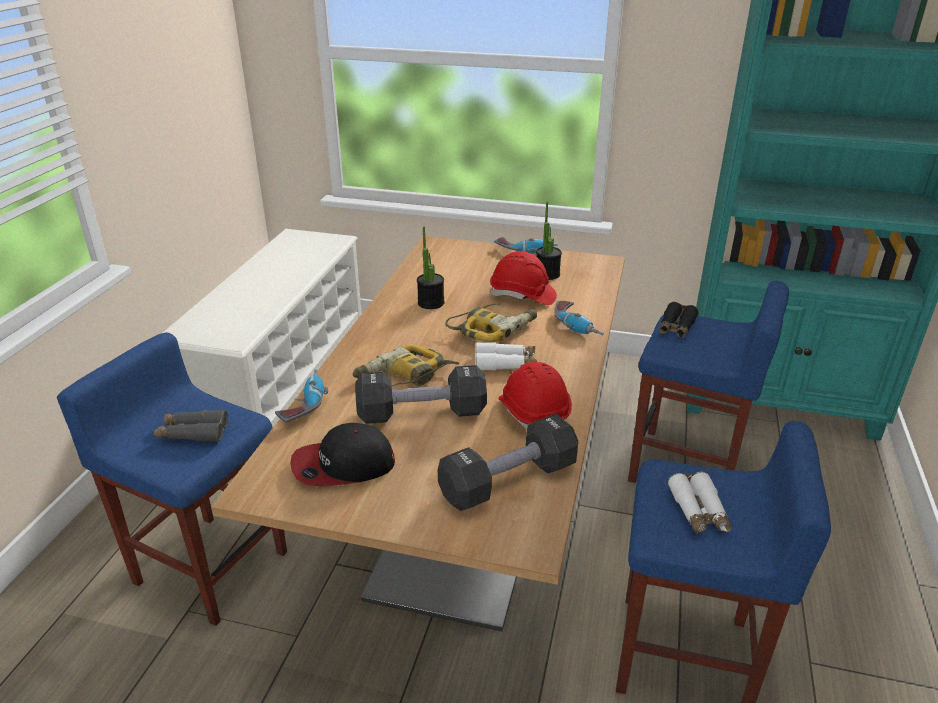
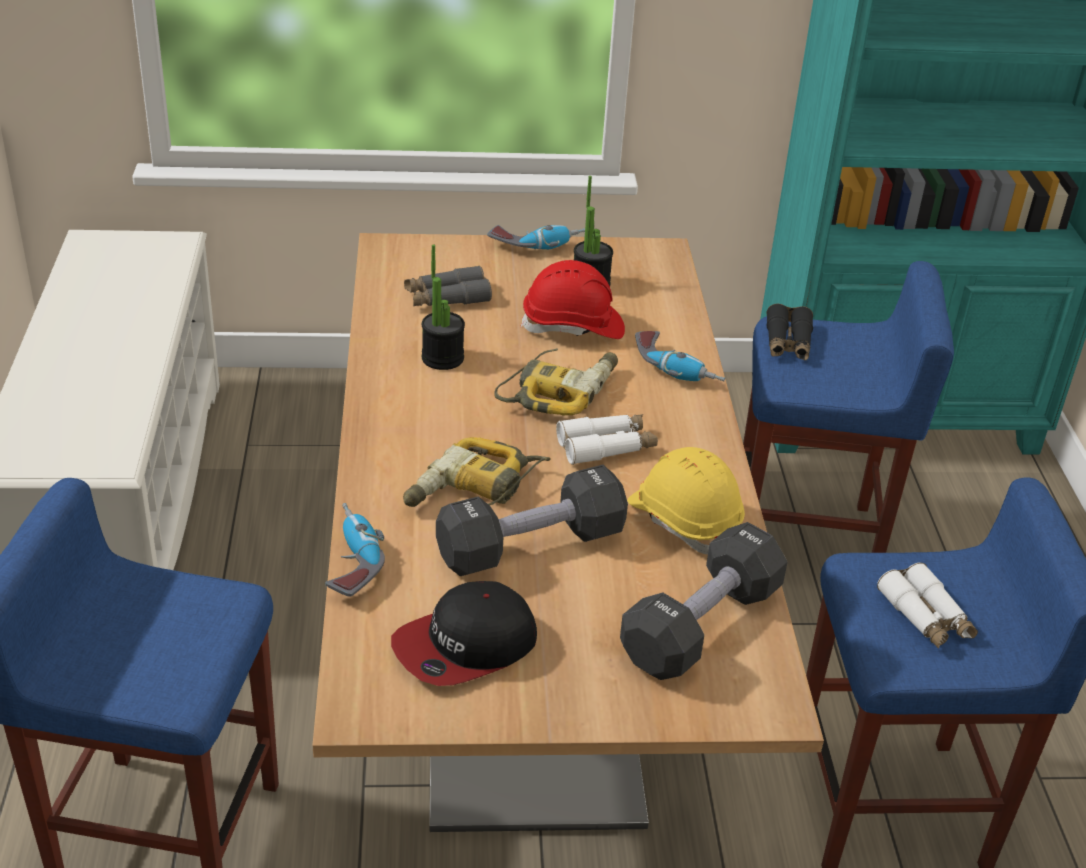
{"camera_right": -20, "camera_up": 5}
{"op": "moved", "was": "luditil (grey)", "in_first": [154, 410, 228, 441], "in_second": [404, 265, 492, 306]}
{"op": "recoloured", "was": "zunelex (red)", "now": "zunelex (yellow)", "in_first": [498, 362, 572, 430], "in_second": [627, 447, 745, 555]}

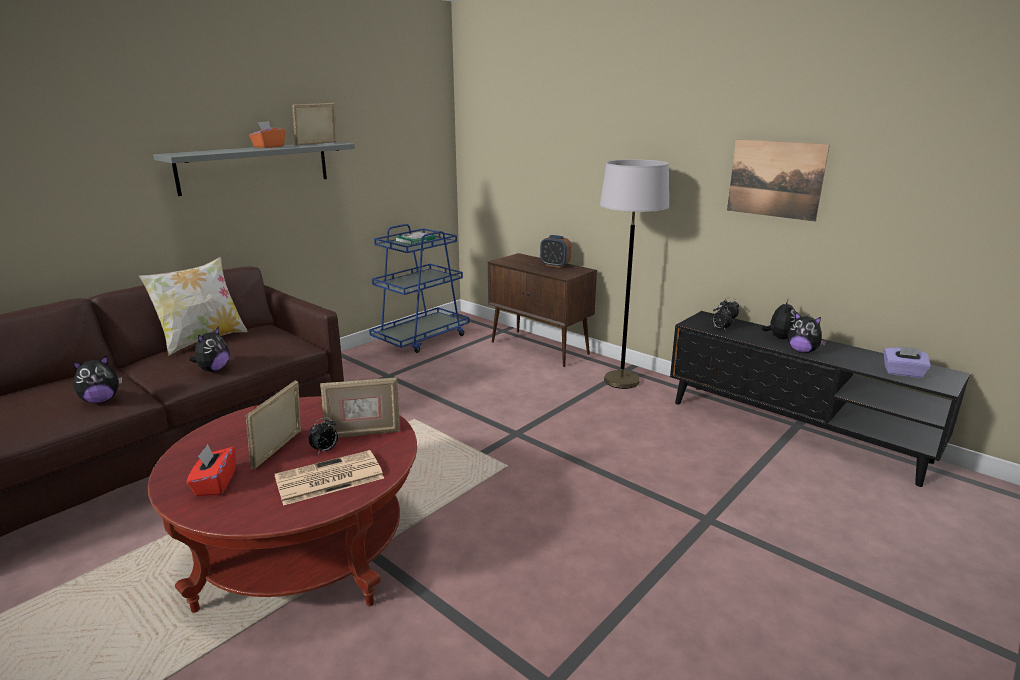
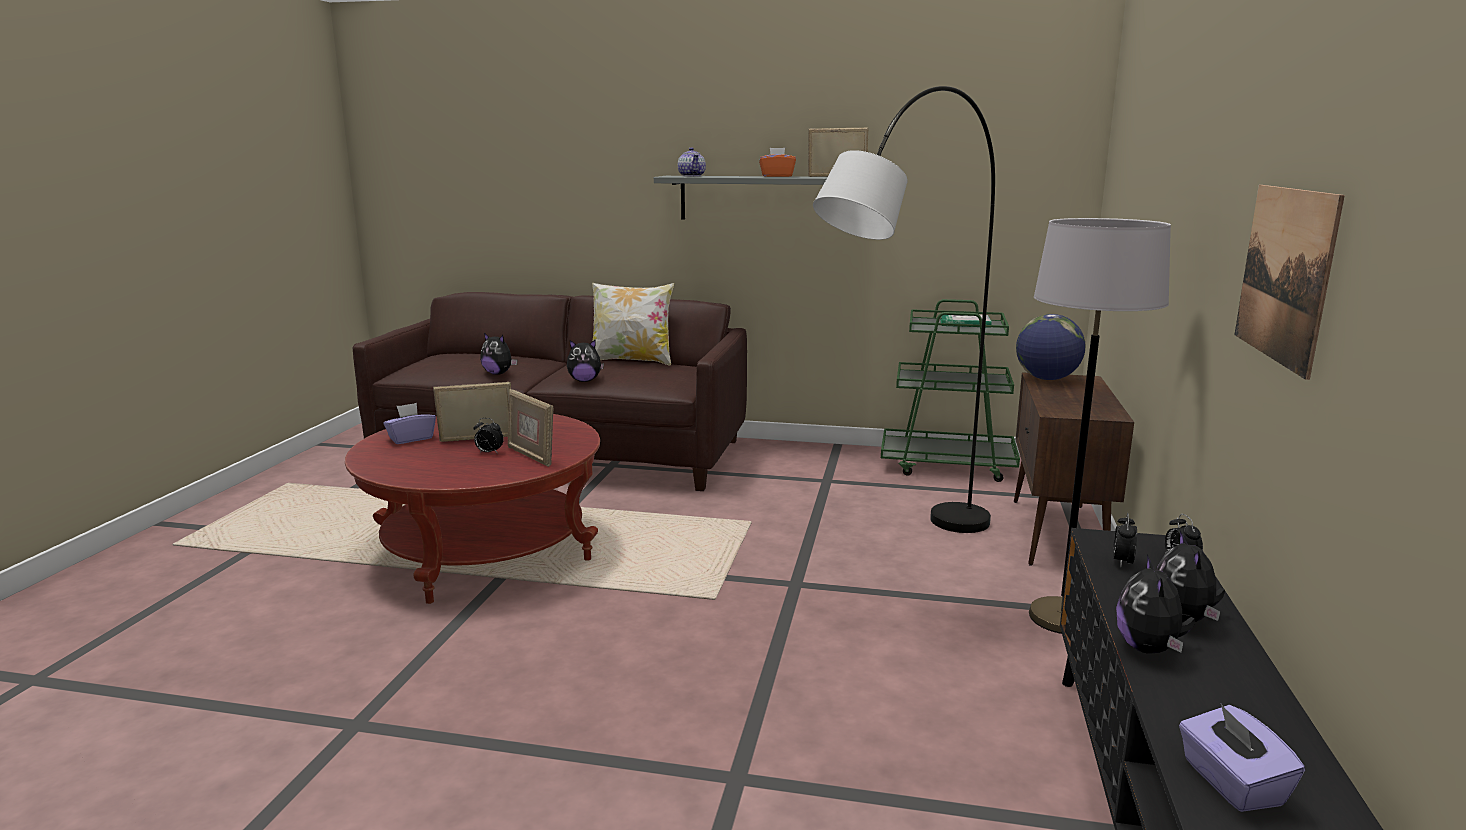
{"camera_right": 60, "camera_up": -5}
{"op": "removed", "was": "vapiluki", "in_first": [274, 450, 384, 506]}
{"op": "removed", "was": "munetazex", "in_first": [540, 235, 571, 268]}
{"op": "added", "now": "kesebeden", "in_second": [678, 148, 706, 177]}
{"op": "added", "now": "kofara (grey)", "in_second": [813, 86, 995, 533]}
{"op": "added", "now": "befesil", "in_second": [1016, 314, 1086, 380]}
{"op": "recoloured", "was": "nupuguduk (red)", "now": "nupuguduk (purple)", "in_first": [187, 444, 236, 496], "in_second": [383, 403, 436, 444]}
{"op": "recoloured", "was": "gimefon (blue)", "now": "gimefon (green)", "in_first": [369, 224, 470, 353], "in_second": [881, 299, 1020, 482]}
{"op": "turned", "was": "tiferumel", "in_first": [761, 300, 796, 339], "in_second": [1156, 530, 1225, 623], "clockwise": 105}

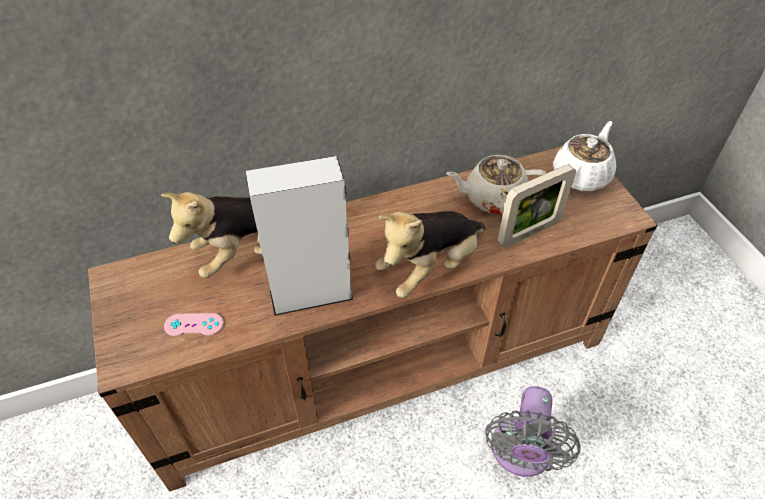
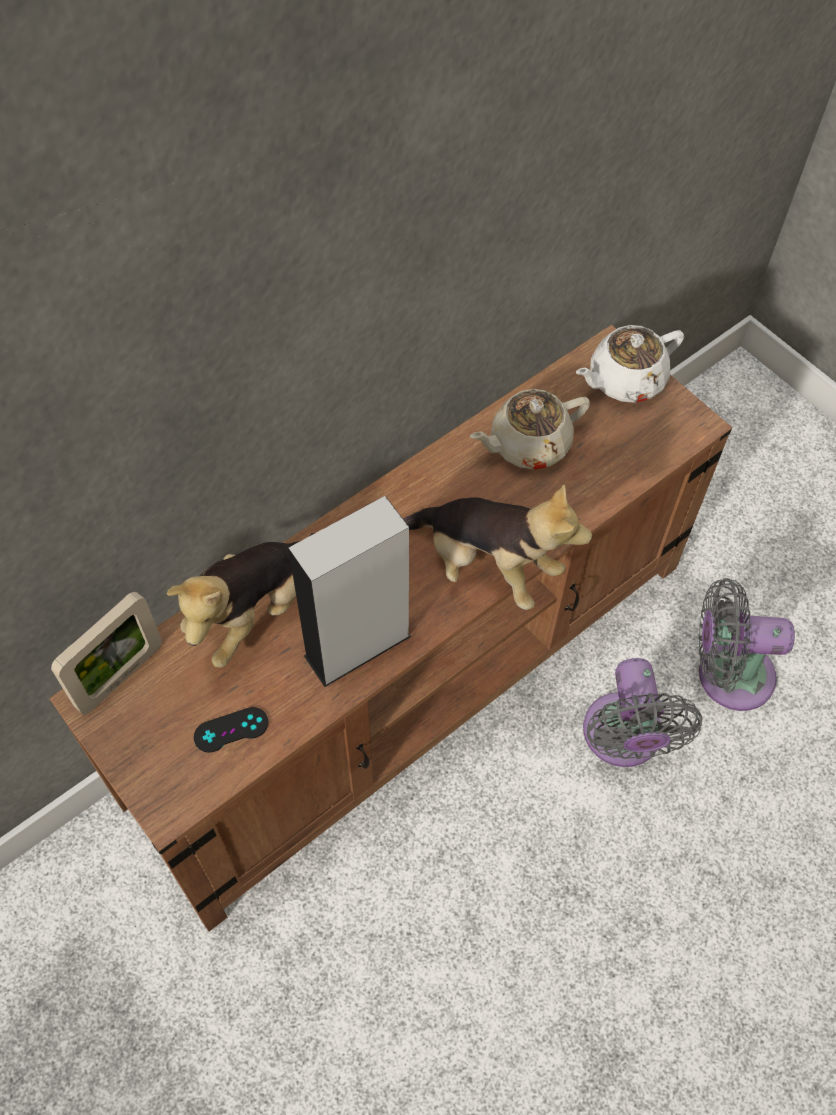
{"camera_right": -20, "camera_up": 10}
{"op": "added", "now": "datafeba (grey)", "in_second": [699, 578, 795, 711]}
{"op": "moved", "was": "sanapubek", "in_first": [498, 164, 576, 248], "in_second": [51, 591, 162, 715]}
{"op": "recoloured", "was": "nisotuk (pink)", "now": "nisotuk (black)", "in_first": [164, 313, 224, 336], "in_second": [194, 707, 268, 753]}
{"op": "turned", "was": "tiferumel", "in_first": [375, 211, 485, 298], "in_second": [403, 484, 592, 610], "clockwise": -90}
{"op": "turned", "was": "kesebeden (white)", "in_first": [553, 121, 616, 191], "in_second": [576, 325, 684, 403], "clockwise": -135}

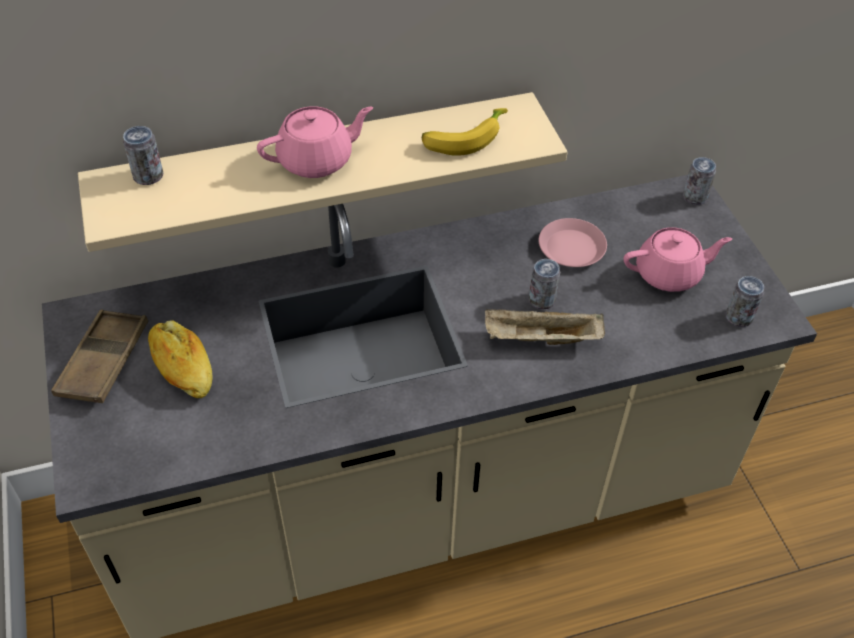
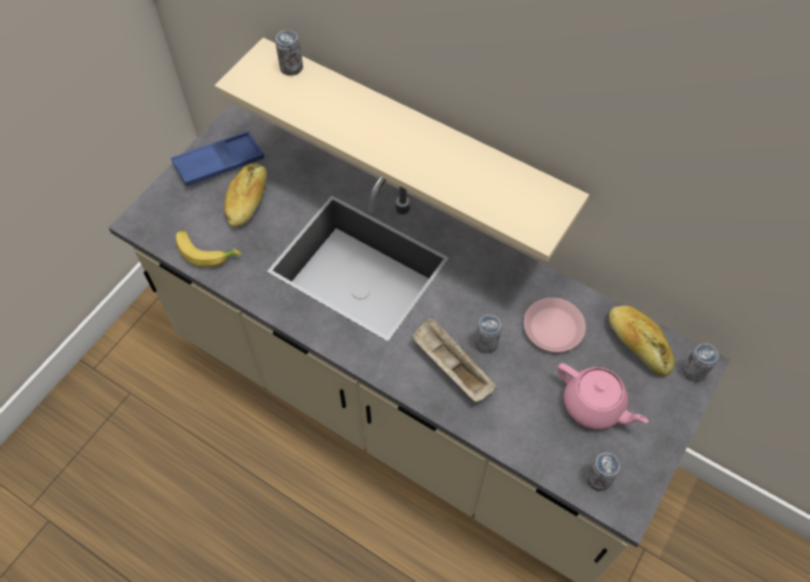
{"camera_right": 50, "camera_up": 10}
{"op": "removed", "was": "kesebeden (pink)", "in_first": [257, 106, 373, 178]}
{"op": "added", "now": "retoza", "in_second": [609, 305, 674, 376]}
{"op": "moved", "was": "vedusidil", "in_first": [422, 108, 508, 156], "in_second": [176, 230, 241, 267]}
{"op": "recoloured", "was": "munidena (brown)", "now": "munidena (blue)", "in_first": [51, 309, 148, 403], "in_second": [171, 131, 264, 186]}

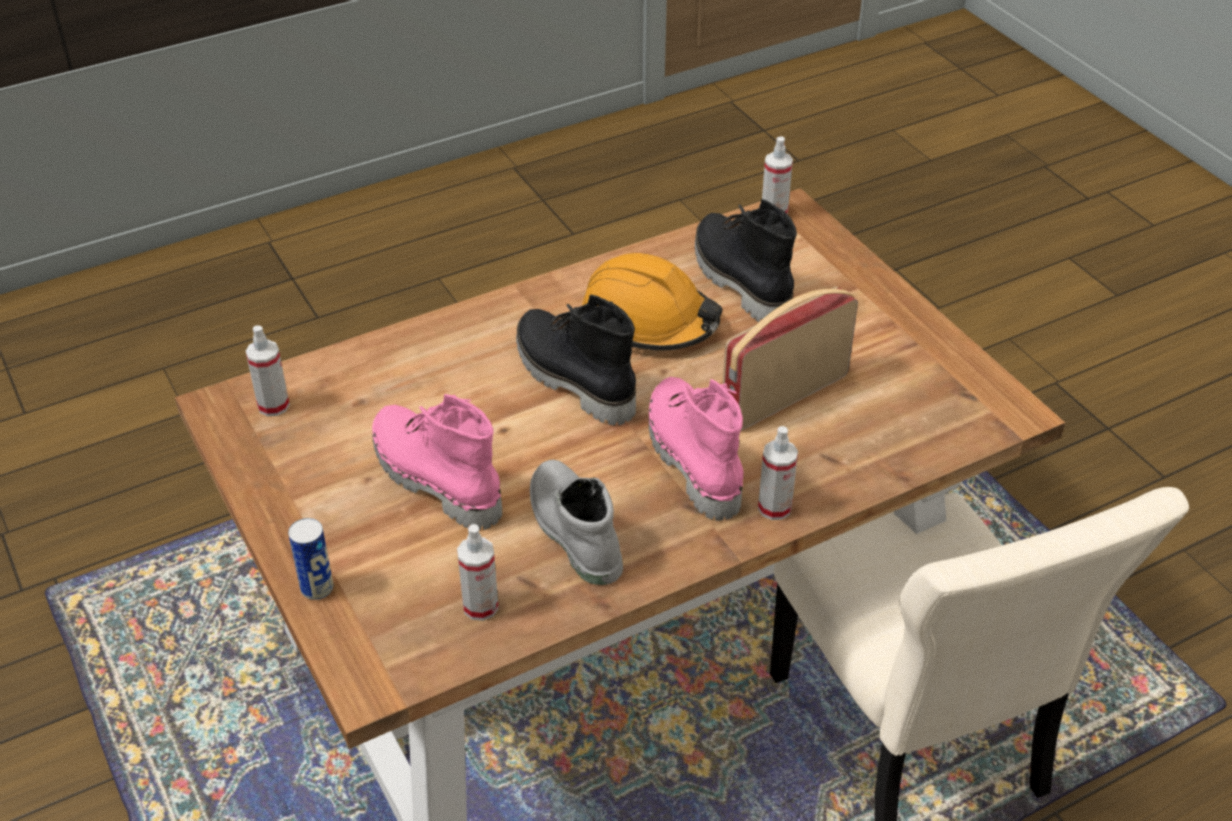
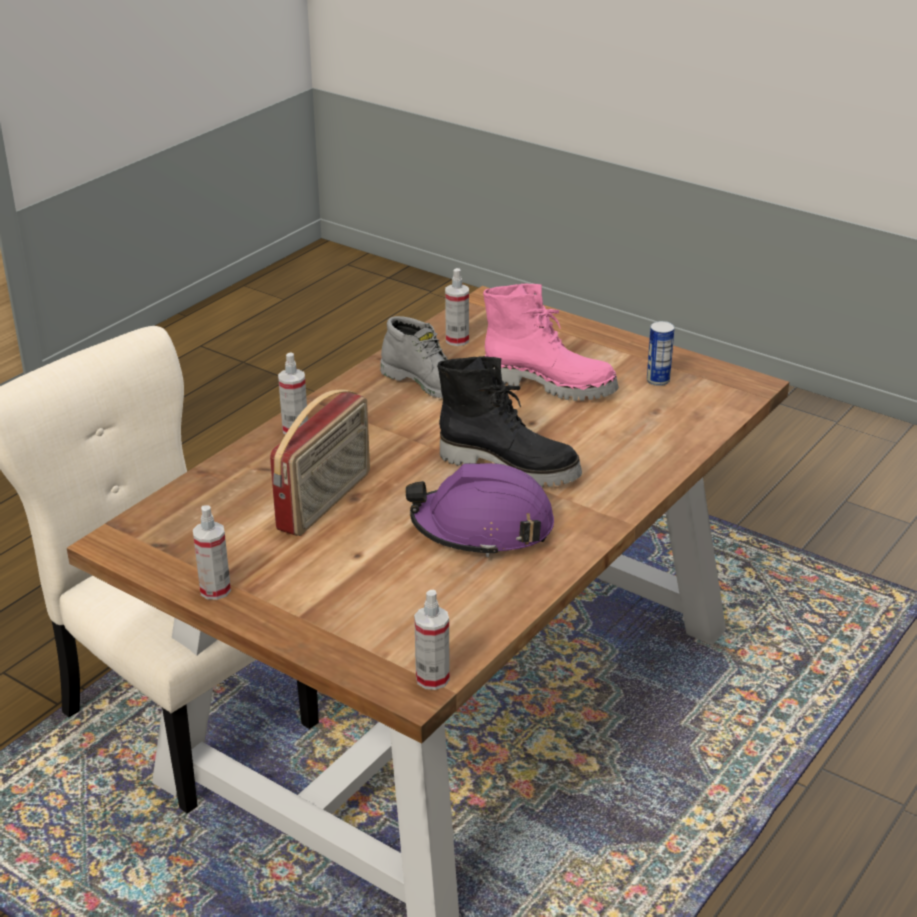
{"camera_right": 155, "camera_up": -10}
{"op": "removed", "was": "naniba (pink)", "in_first": [649, 377, 743, 521]}
{"op": "removed", "was": "naniba (black)", "in_first": [695, 199, 797, 322]}
{"op": "moved", "was": "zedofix", "in_first": [246, 325, 290, 416], "in_second": [193, 505, 231, 600]}
{"op": "moved", "was": "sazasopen", "in_first": [288, 518, 333, 600], "in_second": [647, 321, 675, 386]}
{"op": "recoloured", "was": "zunelex (orange)", "now": "zunelex (purple)", "in_first": [582, 253, 723, 351], "in_second": [405, 463, 554, 557]}

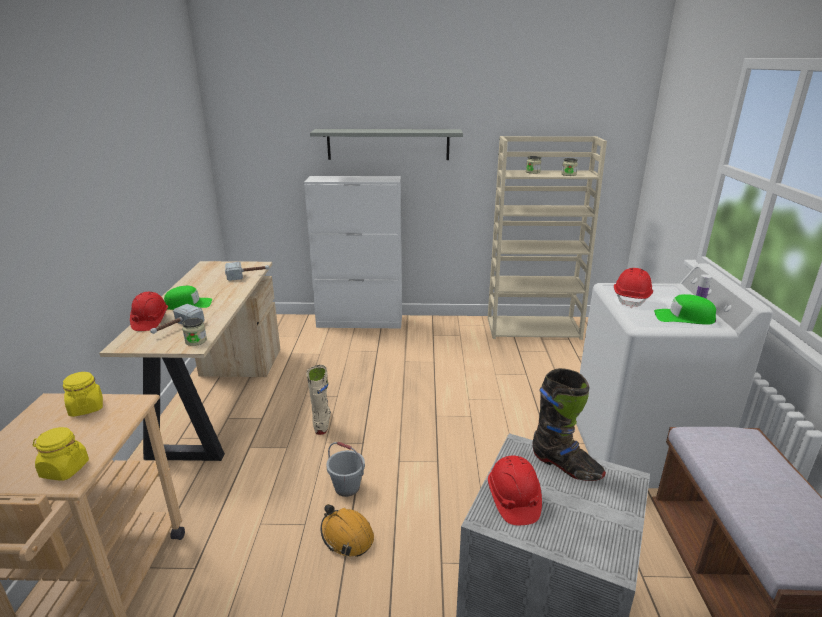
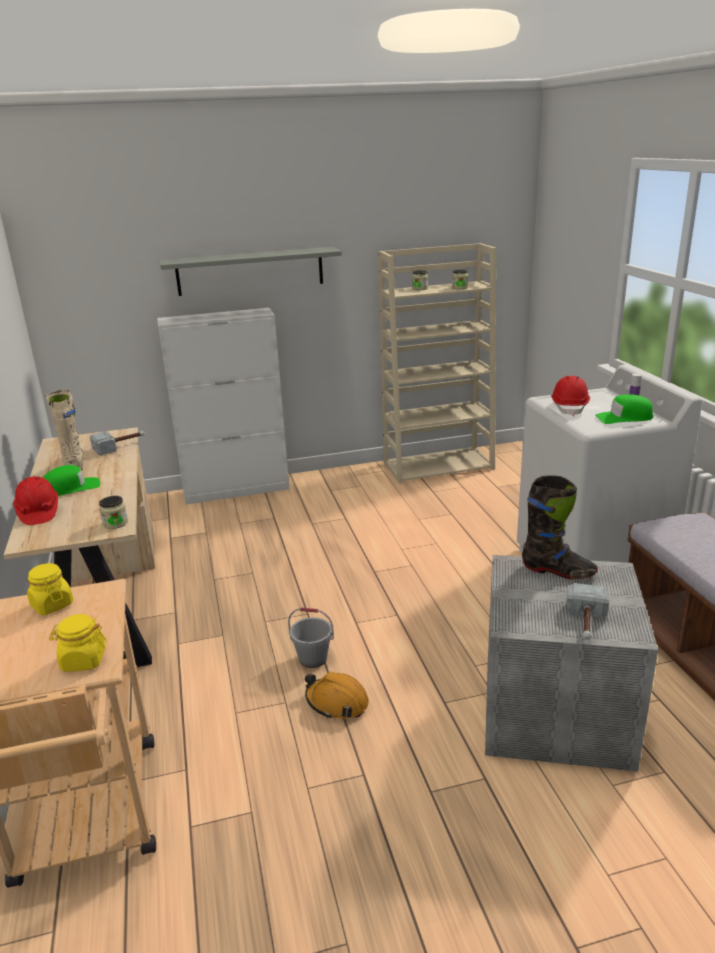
{"camera_right": -15, "camera_up": 0}
{"op": "removed", "was": "zunelex (red)", "in_first": [488, 456, 542, 525]}
{"op": "moved", "was": "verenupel", "in_first": [150, 304, 205, 334], "in_second": [566, 583, 609, 640]}
{"op": "moved", "was": "naniba (beige)", "in_first": [307, 365, 331, 435], "in_second": [46, 390, 84, 470]}

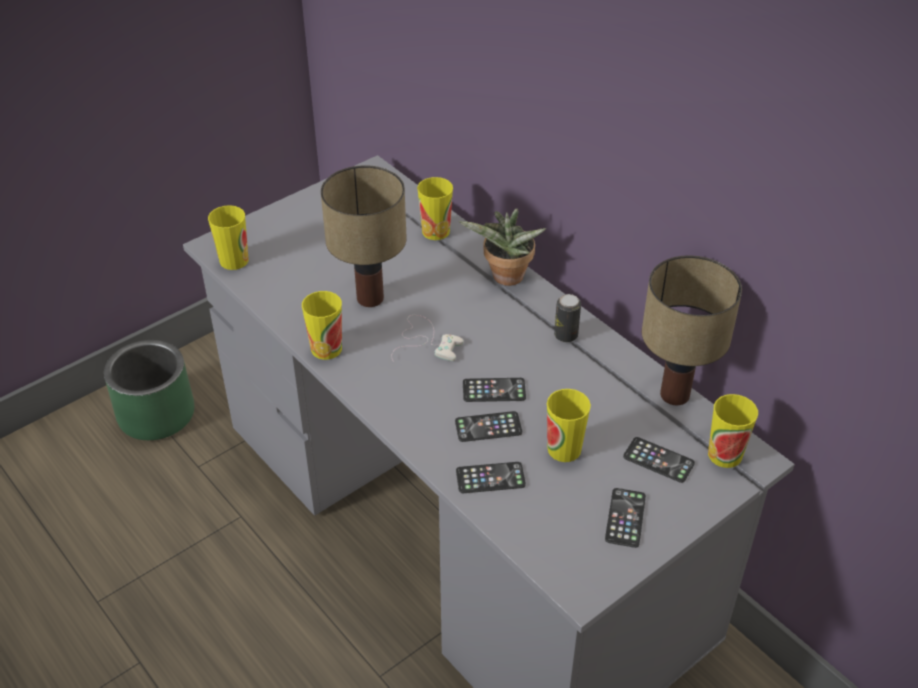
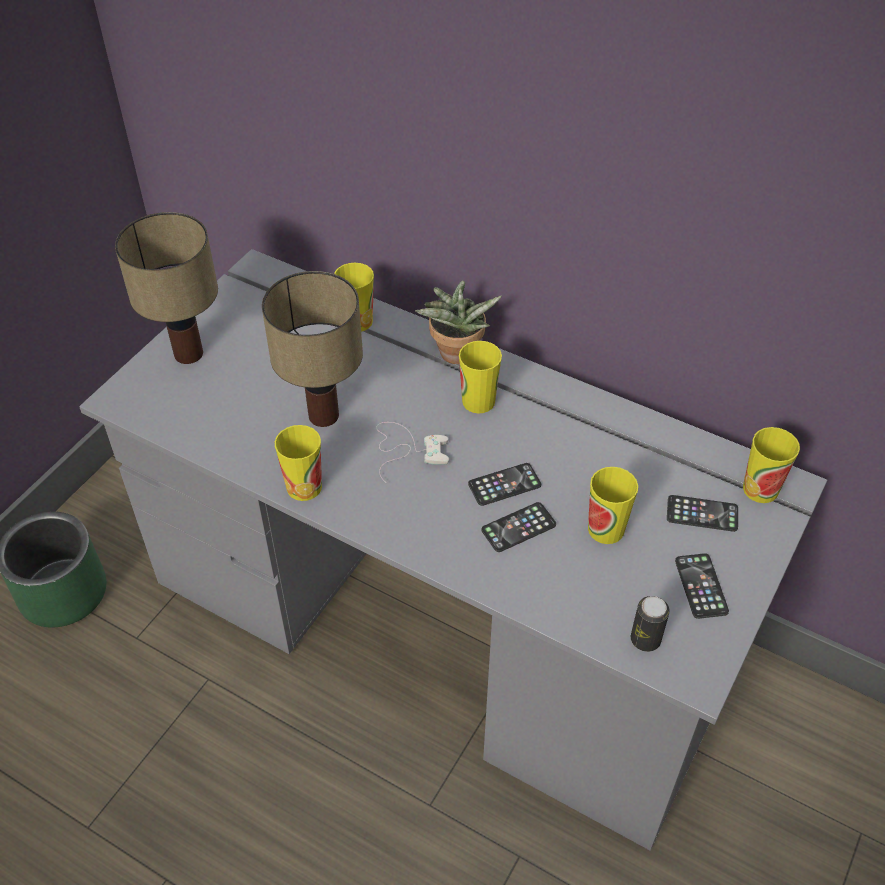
{"camera_right": -20, "camera_up": 5}
{"op": "removed", "was": "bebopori", "in_first": [456, 462, 526, 493]}
{"op": "moved", "was": "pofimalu", "in_first": [208, 205, 248, 270], "in_second": [459, 341, 502, 413]}
{"op": "moved", "was": "sazasopen", "in_first": [554, 294, 581, 342], "in_second": [631, 596, 670, 652]}
{"op": "moved", "was": "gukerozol", "in_first": [642, 255, 742, 405], "in_second": [115, 212, 218, 364]}

